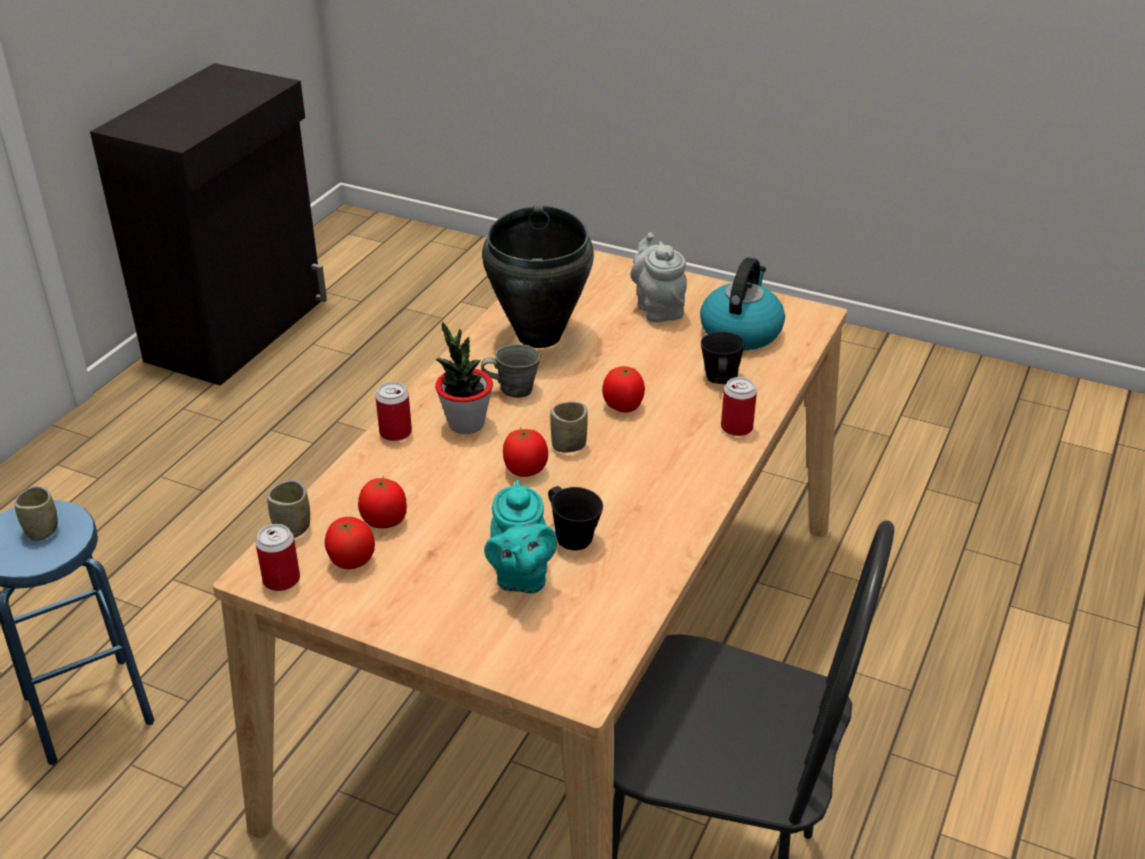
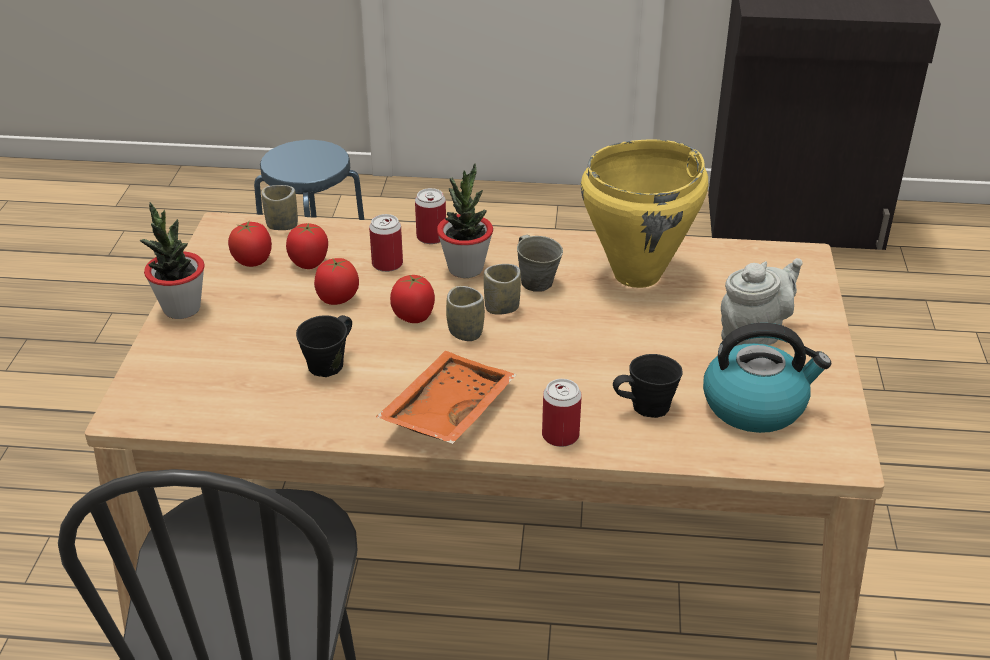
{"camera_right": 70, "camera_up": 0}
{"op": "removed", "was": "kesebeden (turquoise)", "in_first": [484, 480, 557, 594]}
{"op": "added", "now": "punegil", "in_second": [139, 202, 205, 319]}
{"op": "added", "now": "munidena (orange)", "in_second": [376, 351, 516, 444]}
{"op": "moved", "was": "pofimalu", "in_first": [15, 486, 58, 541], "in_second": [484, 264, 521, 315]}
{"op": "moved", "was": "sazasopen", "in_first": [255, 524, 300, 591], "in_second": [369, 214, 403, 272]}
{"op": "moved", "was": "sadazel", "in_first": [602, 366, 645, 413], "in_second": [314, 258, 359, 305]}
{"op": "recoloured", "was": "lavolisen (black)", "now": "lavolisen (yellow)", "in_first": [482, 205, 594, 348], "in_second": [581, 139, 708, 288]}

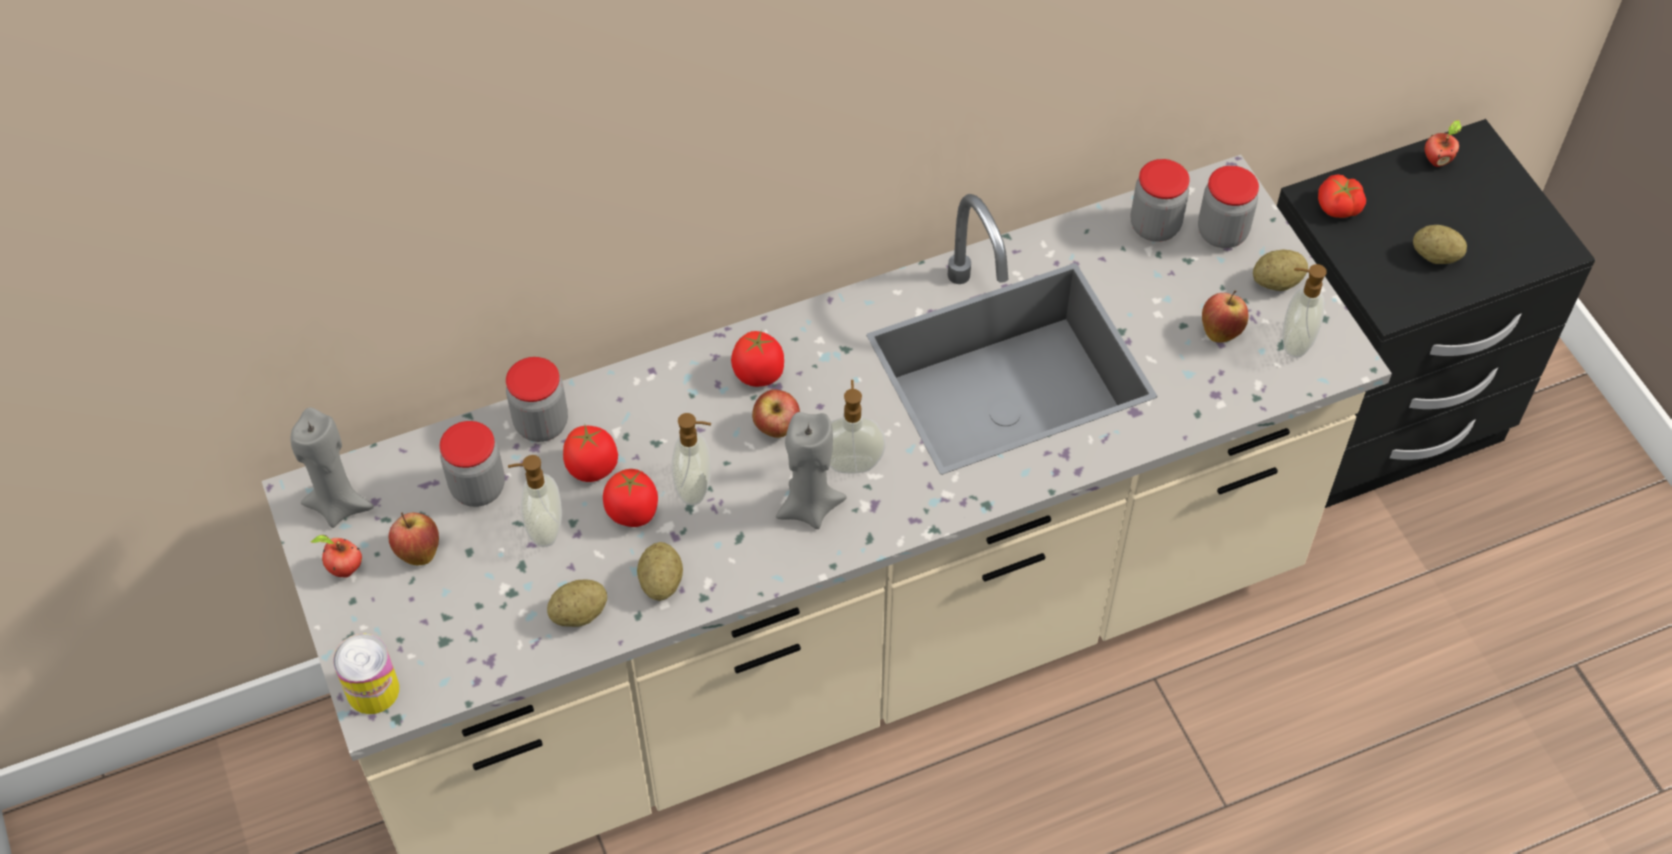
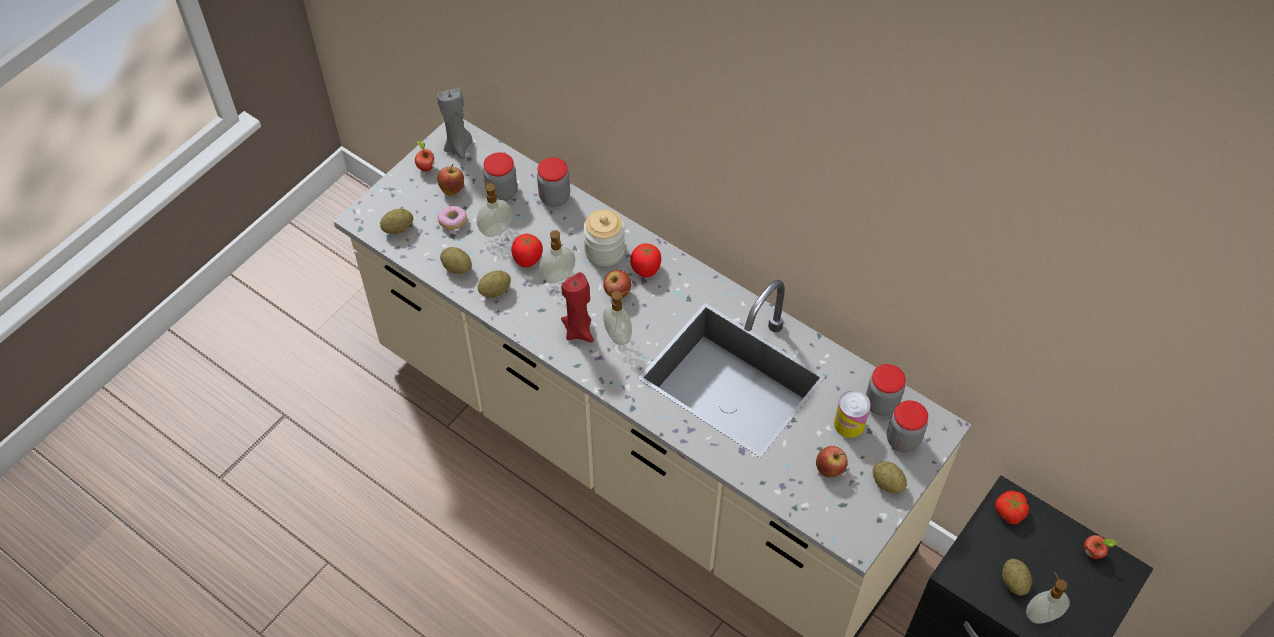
{"camera_right": 60, "camera_up": 0}
{"op": "removed", "was": "sadazel", "in_first": [563, 425, 618, 482]}
{"op": "added", "now": "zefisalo", "in_second": [380, 209, 413, 234]}
{"op": "added", "now": "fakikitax", "in_second": [438, 206, 467, 230]}
{"op": "added", "now": "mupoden", "in_second": [583, 209, 625, 266]}
{"op": "moved", "was": "sazasopen", "in_first": [333, 634, 399, 714], "in_second": [834, 390, 870, 438]}
{"op": "moved", "was": "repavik", "in_first": [1282, 264, 1327, 358], "in_second": [1026, 572, 1070, 624]}
{"op": "recoloured", "was": "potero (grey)", "now": "potero (red)", "in_first": [776, 412, 847, 529], "in_second": [561, 272, 594, 342]}

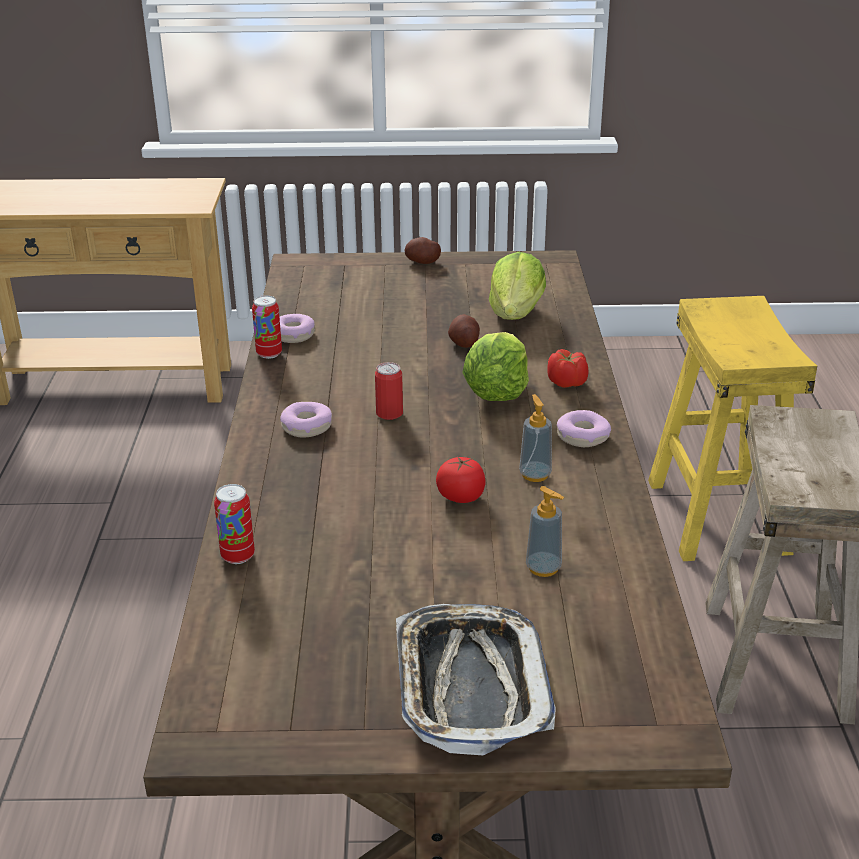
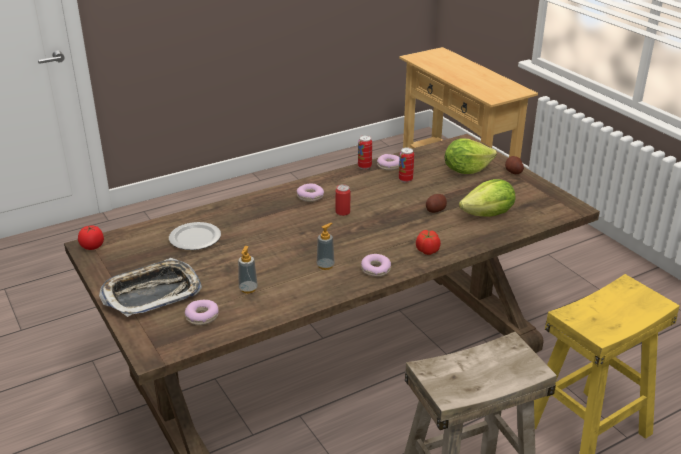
{"camera_right": 60, "camera_up": 0}
{"op": "added", "now": "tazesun", "in_second": [169, 222, 221, 250]}
{"op": "added", "now": "fakikitax", "in_second": [185, 300, 218, 325]}
{"op": "moved", "was": "sazasopen", "in_first": [214, 484, 255, 564], "in_second": [399, 148, 414, 182]}
{"op": "moved", "was": "sadazel", "in_first": [436, 456, 486, 503], "in_second": [78, 226, 104, 250]}
{"op": "moved", "was": "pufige", "in_first": [462, 332, 529, 401], "in_second": [445, 139, 497, 174]}

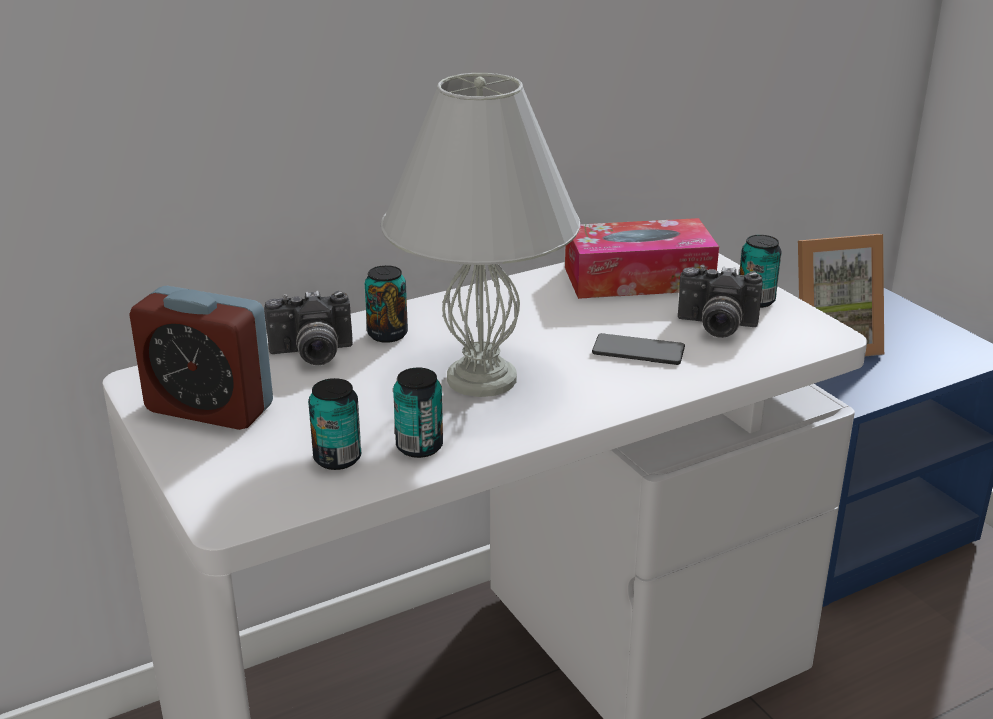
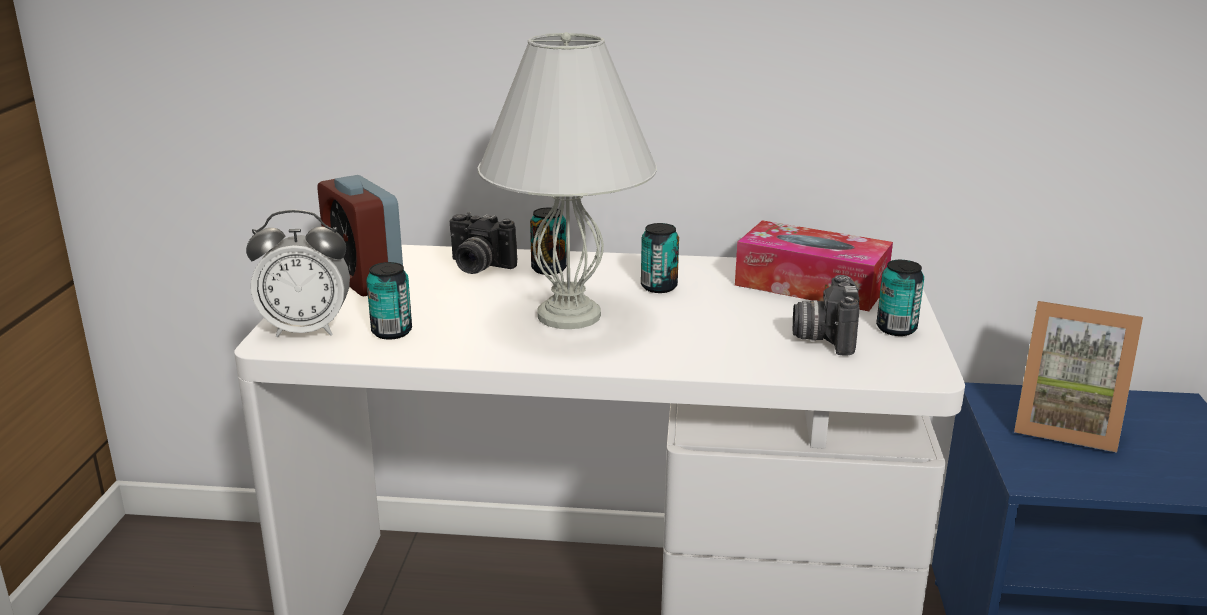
{"camera_right": 35, "camera_up": -5}
{"op": "removed", "was": "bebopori", "in_first": [592, 333, 685, 365]}
{"op": "added", "now": "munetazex", "in_second": [246, 210, 350, 337]}
{"op": "moved", "was": "sazasopen", "in_first": [393, 368, 443, 458], "in_second": [641, 223, 679, 293]}
{"op": "turned", "was": "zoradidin", "in_first": [678, 265, 763, 338], "in_second": [792, 275, 860, 355], "clockwise": 45}

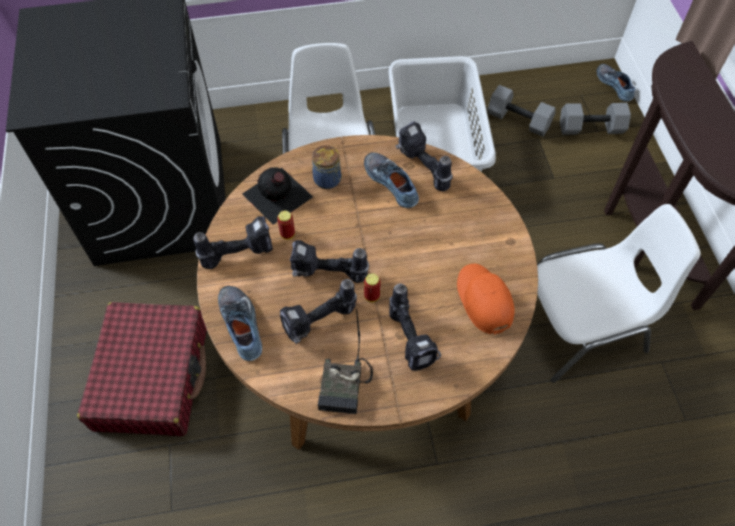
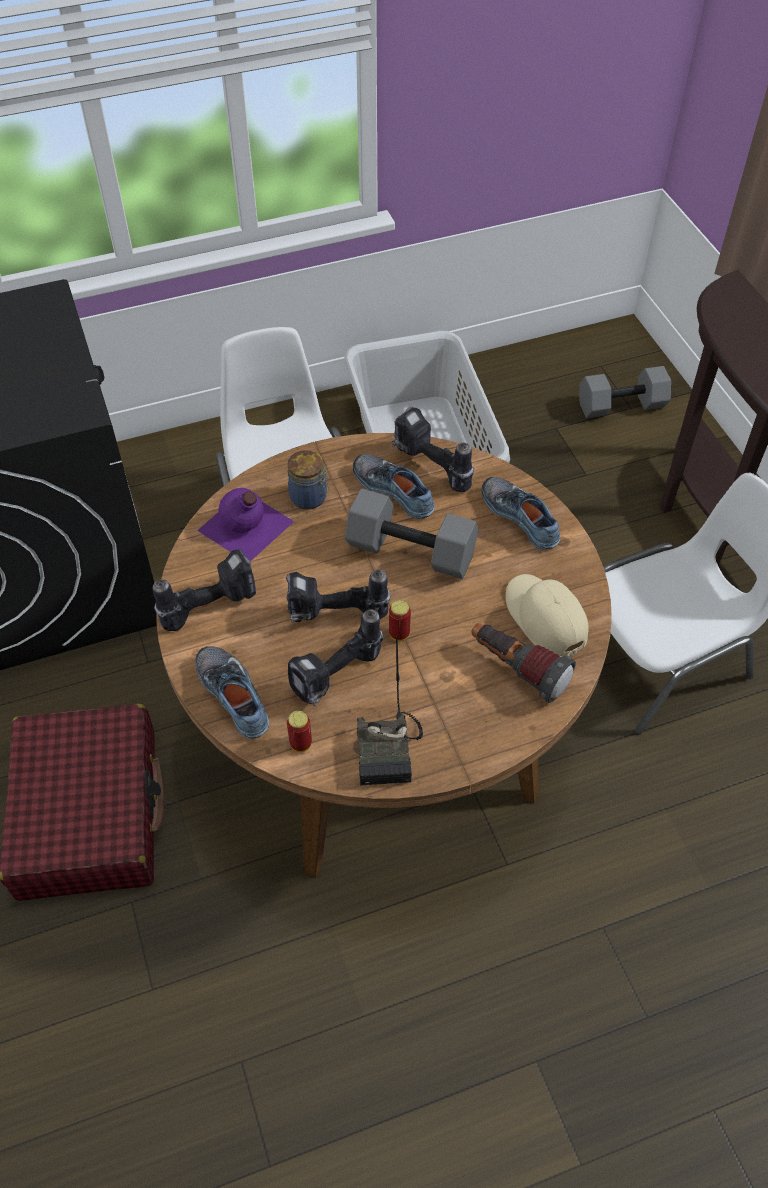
{"camera_right": -10, "camera_up": -5}
{"op": "removed", "was": "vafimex", "in_first": [389, 284, 441, 371]}
{"op": "added", "now": "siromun", "in_second": [471, 623, 576, 703]}
{"op": "moved", "was": "sazasopen", "in_first": [277, 210, 295, 240], "in_second": [287, 711, 312, 752]}
{"op": "moved", "was": "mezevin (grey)", "in_first": [487, 85, 556, 137], "in_second": [345, 489, 479, 579]}
{"op": "moved", "was": "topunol", "in_first": [596, 64, 635, 102], "in_second": [481, 477, 561, 550]}
{"op": "recoloured", "was": "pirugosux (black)", "now": "pirugosux (purple)", "in_first": [243, 167, 313, 225], "in_second": [197, 488, 294, 561]}
{"op": "recoloured", "was": "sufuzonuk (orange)", "now": "sufuzonuk (beige)", "in_first": [457, 264, 515, 335], "in_second": [506, 574, 589, 657]}

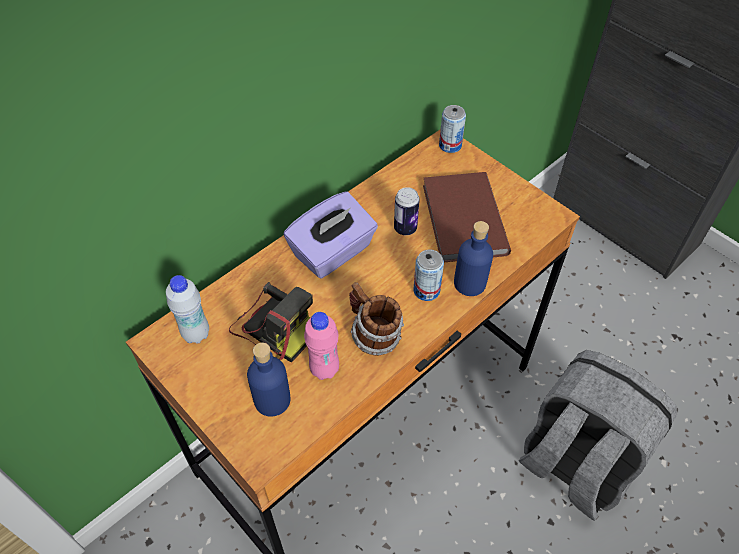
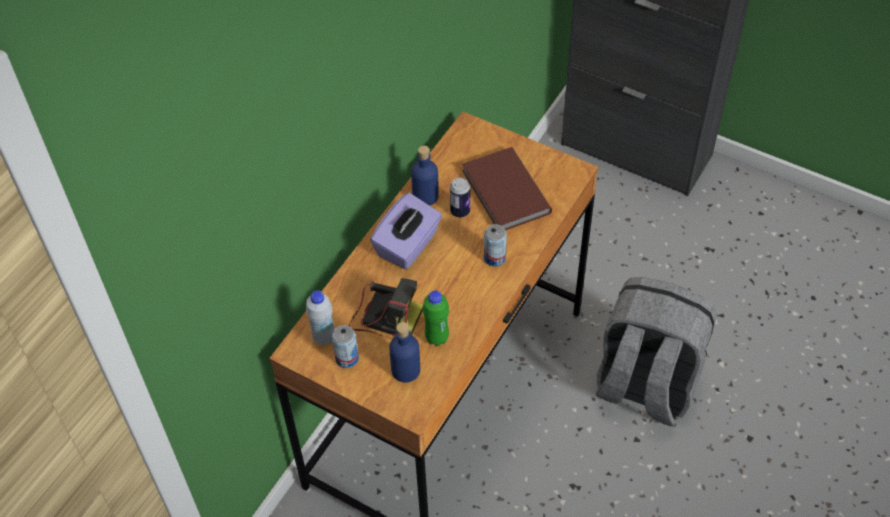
{"camera_right": -15, "camera_up": 0}
{"op": "removed", "was": "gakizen", "in_first": [349, 282, 404, 356]}
{"op": "moved", "was": "sazasopen", "in_first": [439, 105, 466, 153], "in_second": [332, 325, 359, 368]}
{"op": "moved", "was": "pirugosux (blue)", "in_first": [454, 221, 493, 296], "in_second": [411, 146, 439, 206]}
{"op": "recoloured", "was": "pirugosux (pink)", "now": "pirugosux (green)", "in_first": [304, 312, 339, 380], "in_second": [423, 290, 449, 346]}

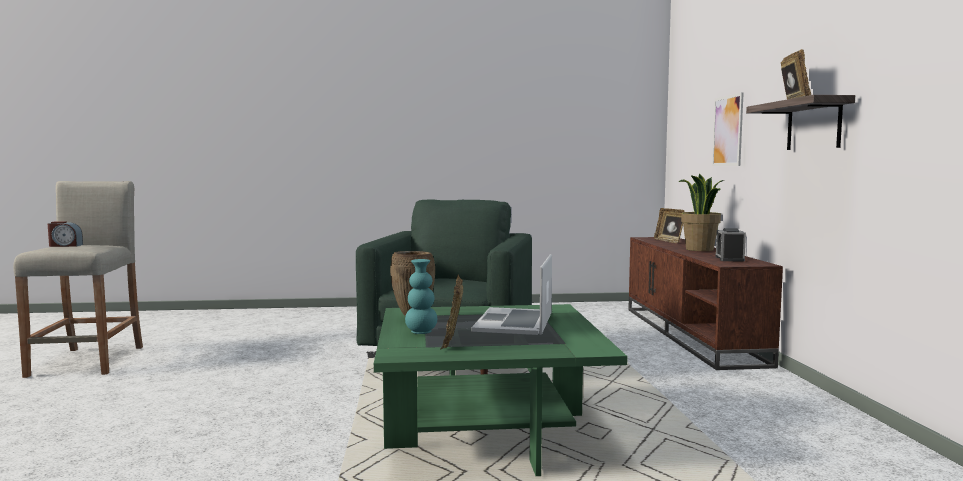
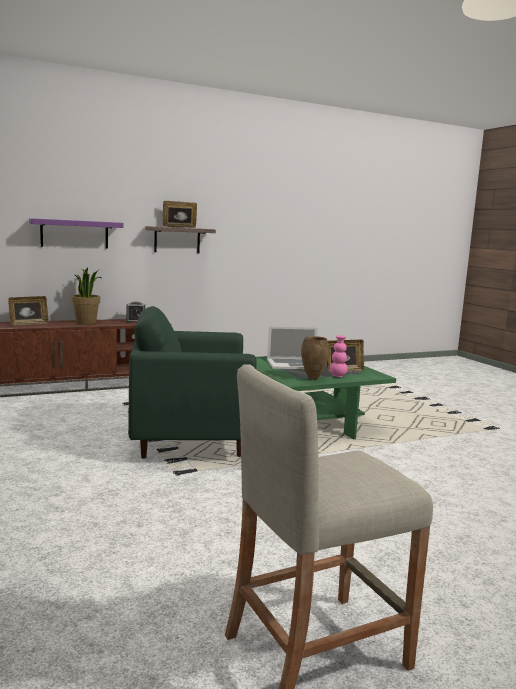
{"camera_right": -110, "camera_up": 5}
{"op": "removed", "was": "munetazex", "in_first": [48, 221, 83, 247]}
{"op": "replaced", "was": "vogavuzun", "now": "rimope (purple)", "in_first": [712, 92, 744, 166], "in_second": [29, 218, 123, 249]}
{"op": "recoloured", "was": "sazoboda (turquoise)", "now": "sazoboda (pink)", "in_first": [405, 259, 437, 334], "in_second": [329, 335, 348, 377]}

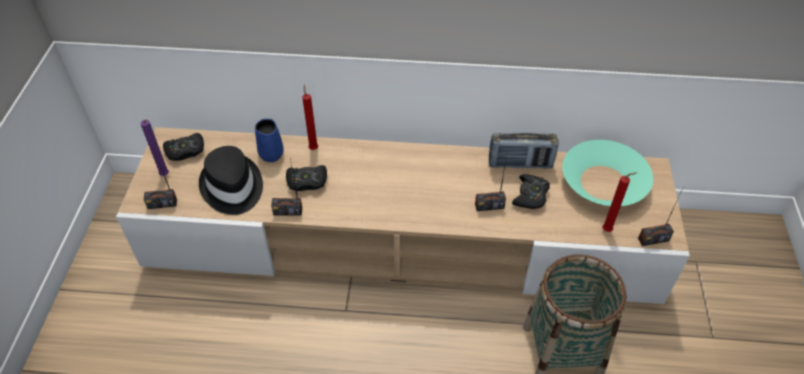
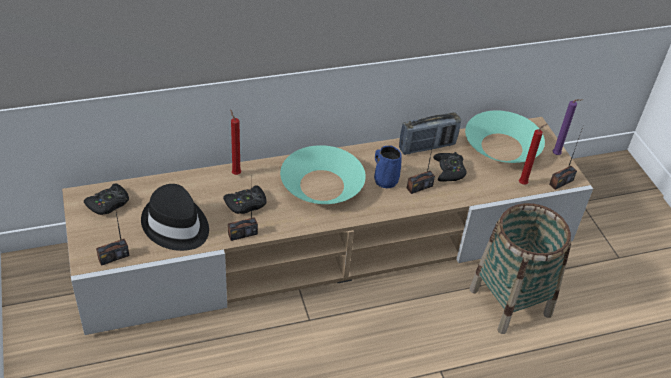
{"camera_right": -25, "camera_up": -5}
{"op": "added", "now": "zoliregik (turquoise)", "in_second": [280, 145, 366, 204]}
{"op": "moved", "was": "potero (purple)", "in_first": [140, 119, 169, 176], "in_second": [552, 99, 583, 155]}
{"op": "moved", "was": "gakizen (blue)", "in_first": [255, 119, 284, 162], "in_second": [374, 145, 402, 188]}

